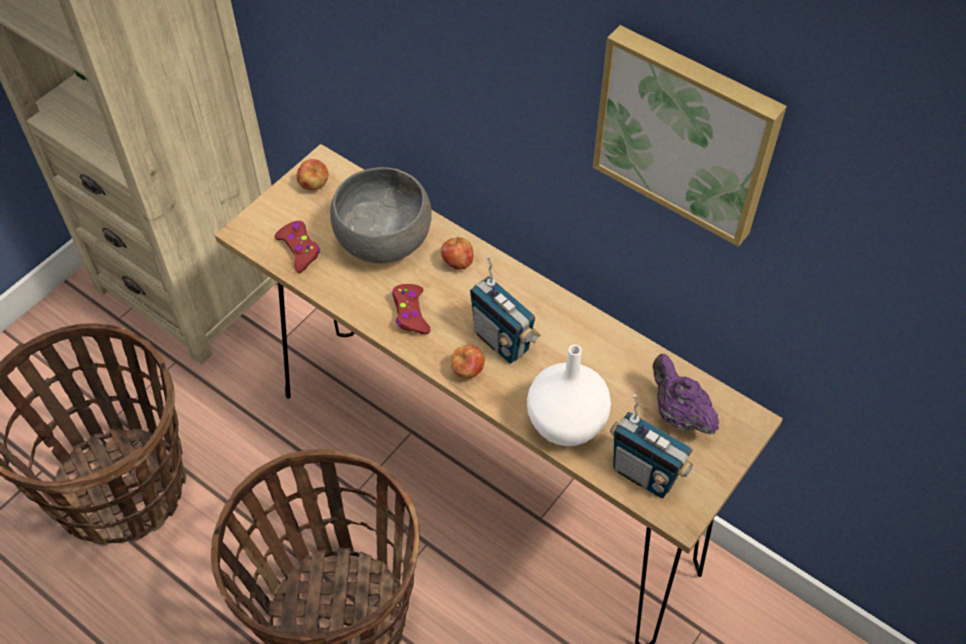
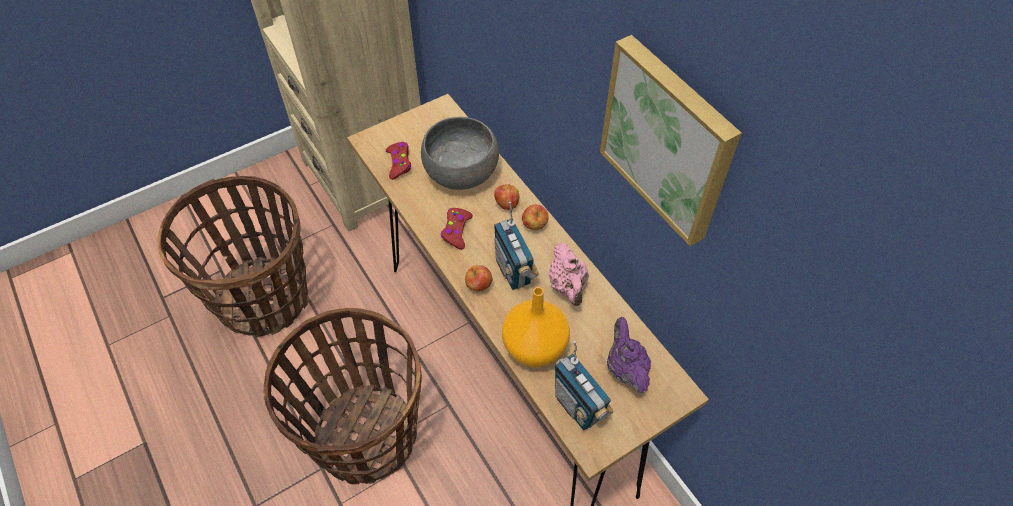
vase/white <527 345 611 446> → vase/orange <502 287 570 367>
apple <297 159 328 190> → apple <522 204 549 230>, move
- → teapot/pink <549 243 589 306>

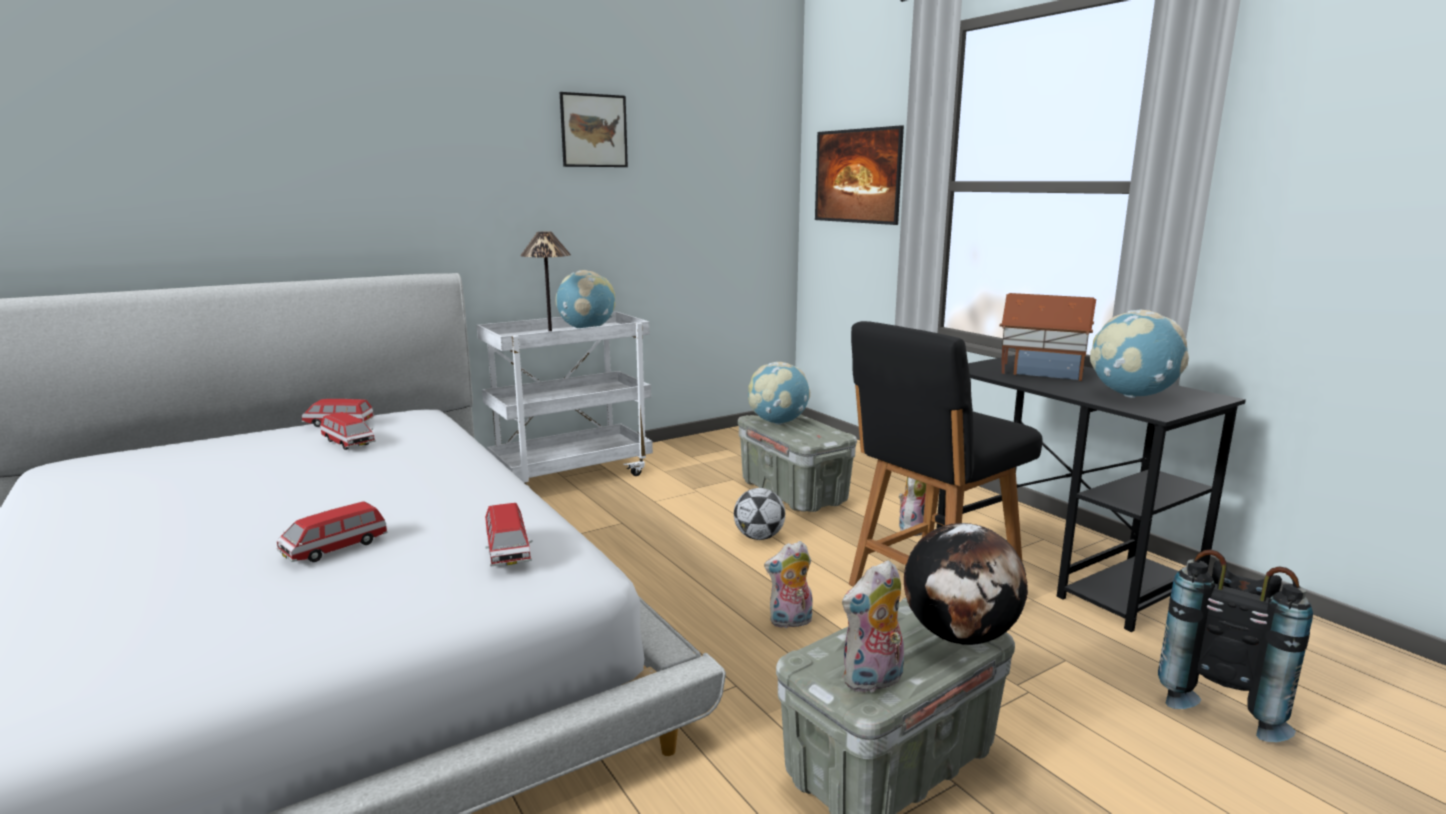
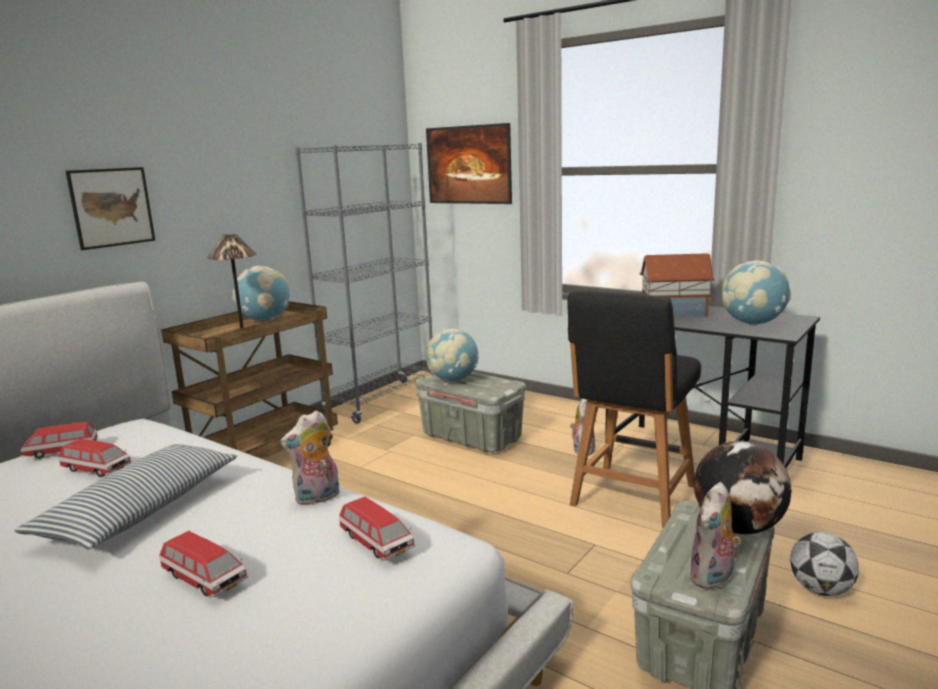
- → pillow <15 444 238 550>
picture <560 92 628 167> → picture <66 167 155 250>, move
toy car <277 501 387 562> → toy car <159 531 248 597>, 75 degrees counterclockwise
cart/white <477 312 653 488> → cart/brown <161 301 338 458>
plush toy <764 541 813 629> → plush toy <280 410 340 505>, move
- → bookcase/grey <295 143 434 424>
football <734 488 785 540> → football <790 532 859 596>, move
backpack/black <1158 549 1313 742> → -

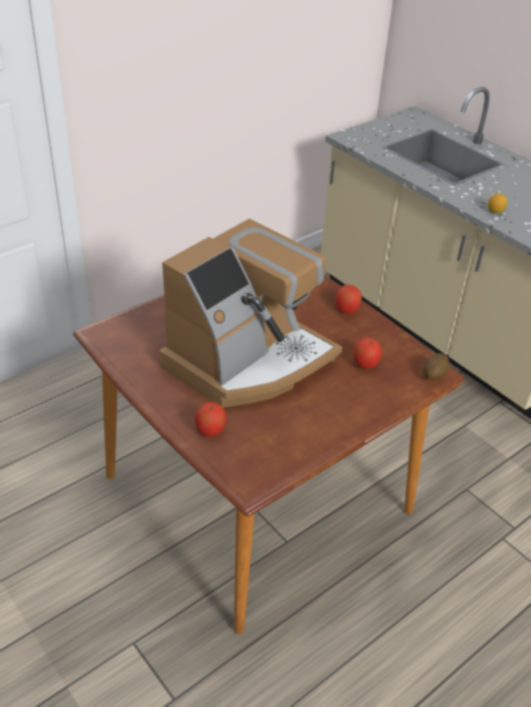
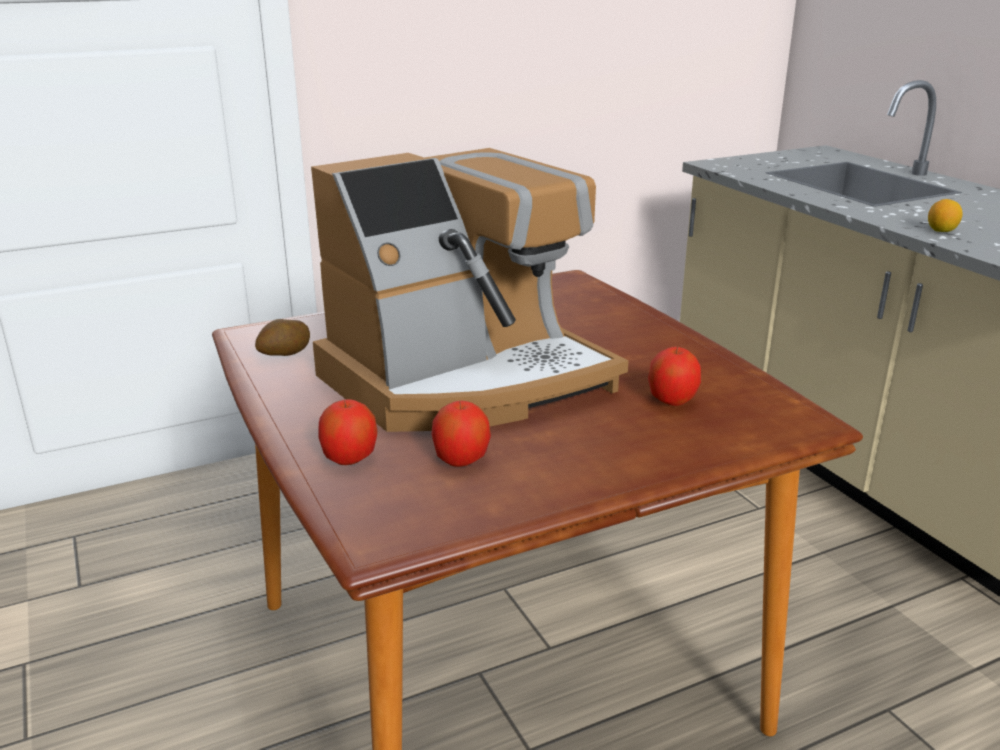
potato <423 353 449 380> → potato <255 319 310 356>, move
apple <335 285 362 314> → apple <431 401 491 467>, move

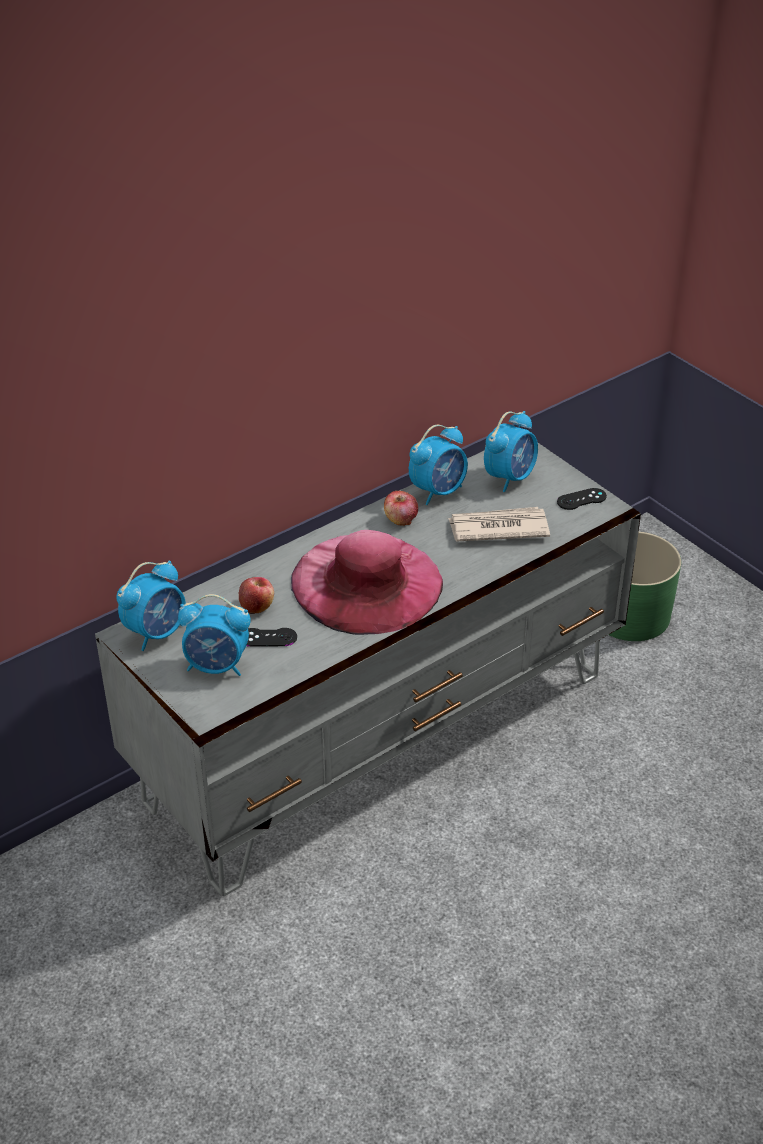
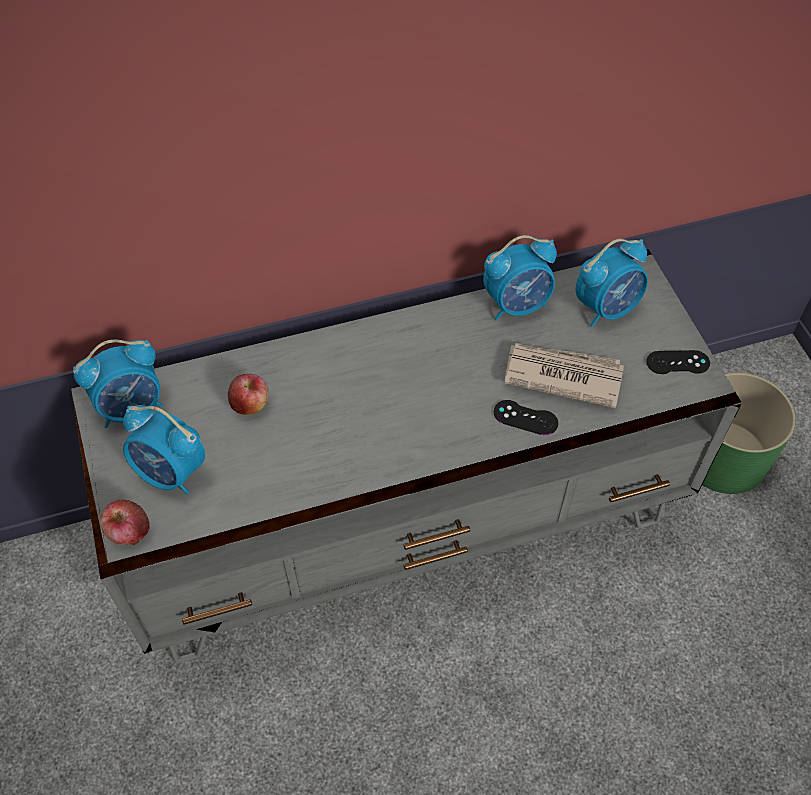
apple <384 491 418 526> → apple <100 499 150 545>, move
game controller/black <246 628 297 647> → game controller/black <494 400 558 435>, move
hat/pink <291 530 443 635> → -

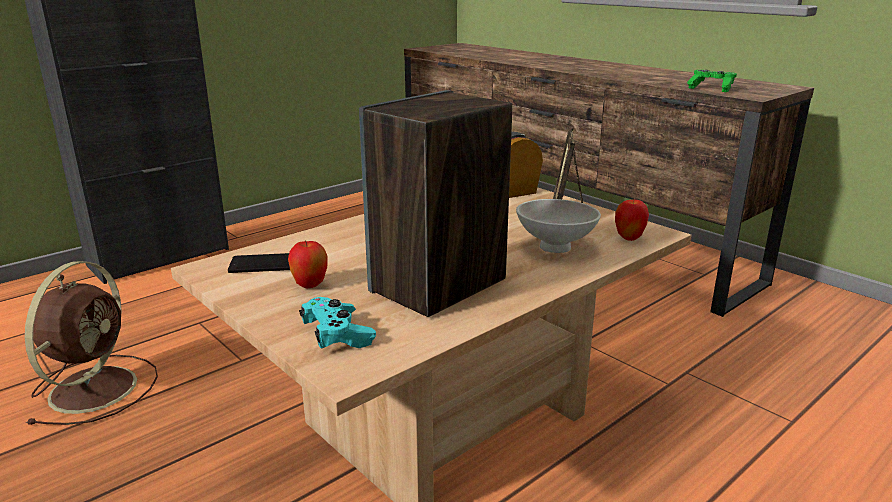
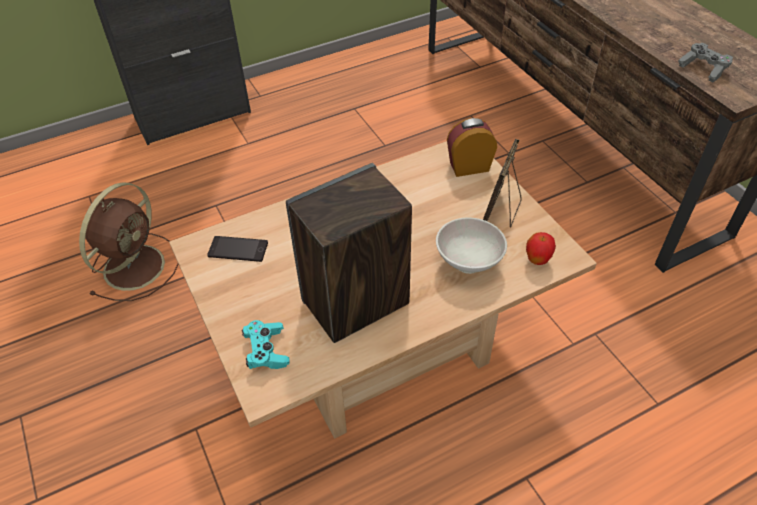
game controller/green <687 70 737 92> → game controller/grey <678 43 733 83>
apple <288 240 328 288> → -

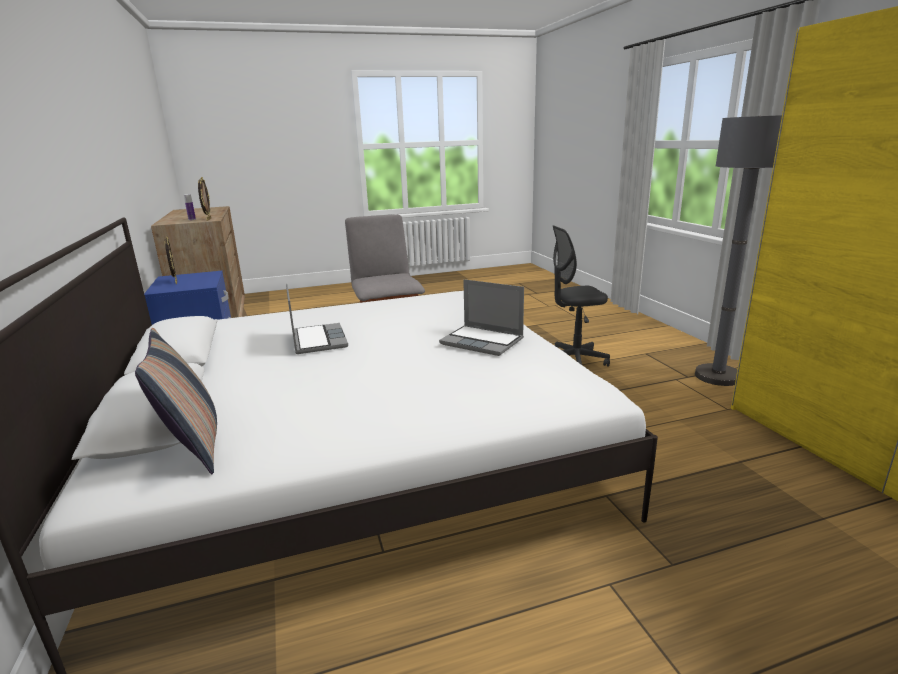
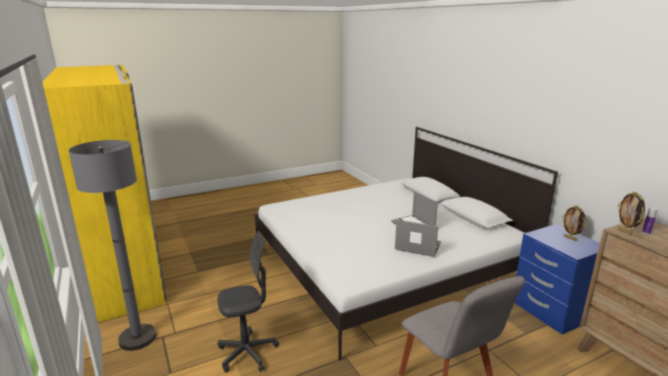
laptop <439 279 524 356> → laptop <395 220 441 257>, move
pillow <135 328 217 474> → -

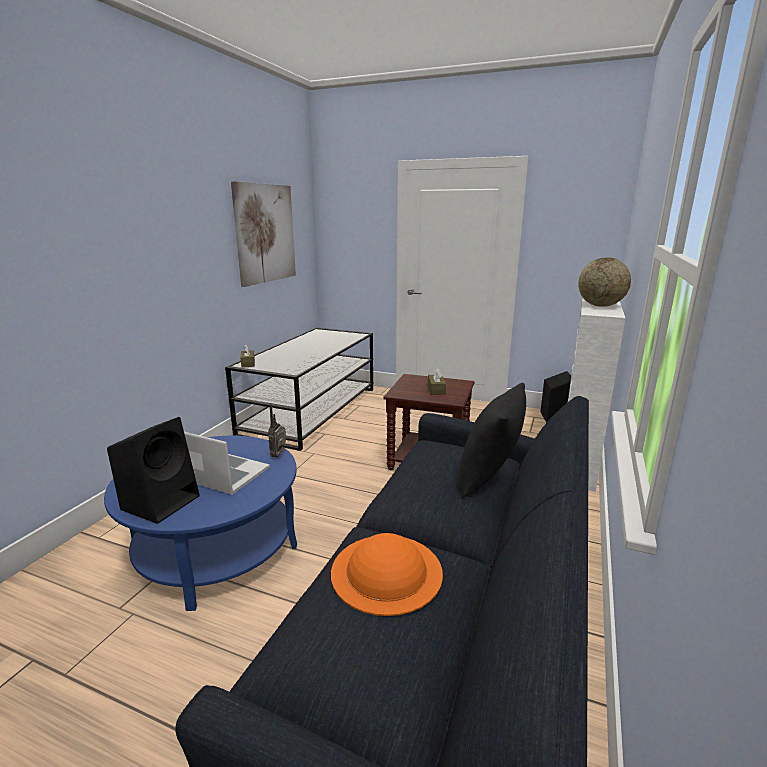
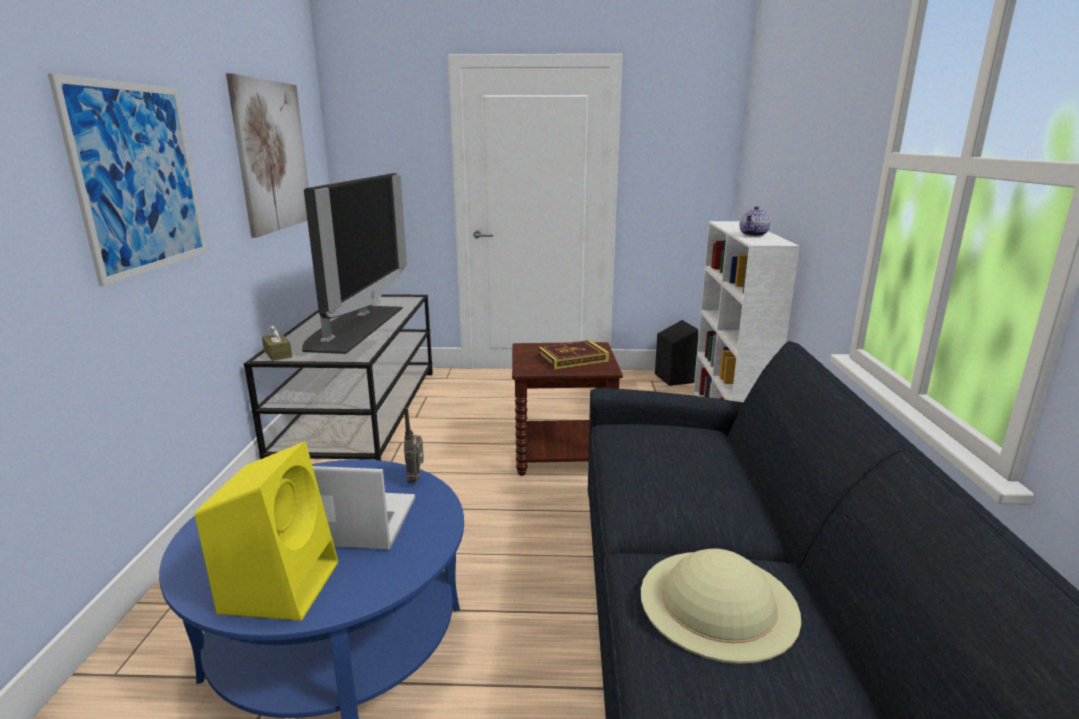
- → picture <48 73 207 286>
speaker/black <107 417 200 524> → speaker/yellow <195 442 338 621>
- → television <302 173 407 354>
tissue box/brown <428 368 446 395> → book <538 340 609 370>
hat/orange <331 533 443 616> → hat/beige <641 549 801 664>
globe <578 257 631 307> → teapot <740 206 770 236>
pillow/black <460 383 526 498> → -

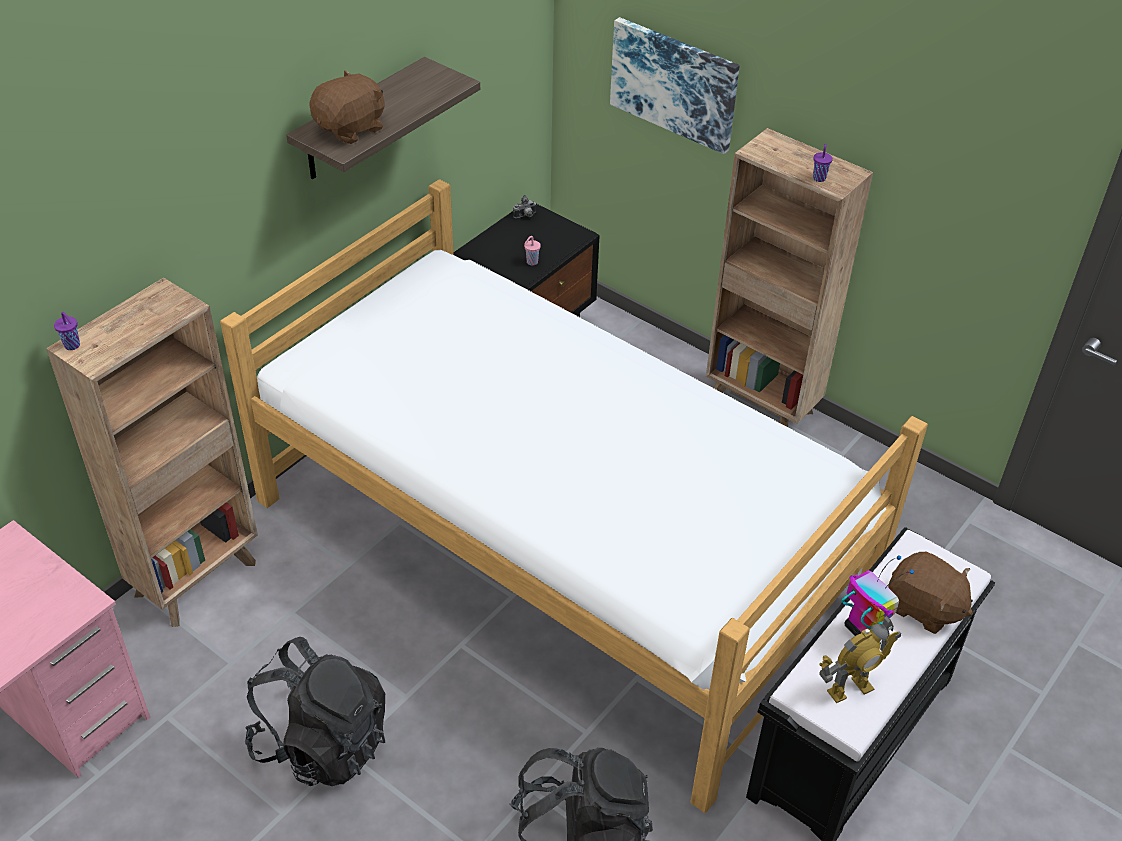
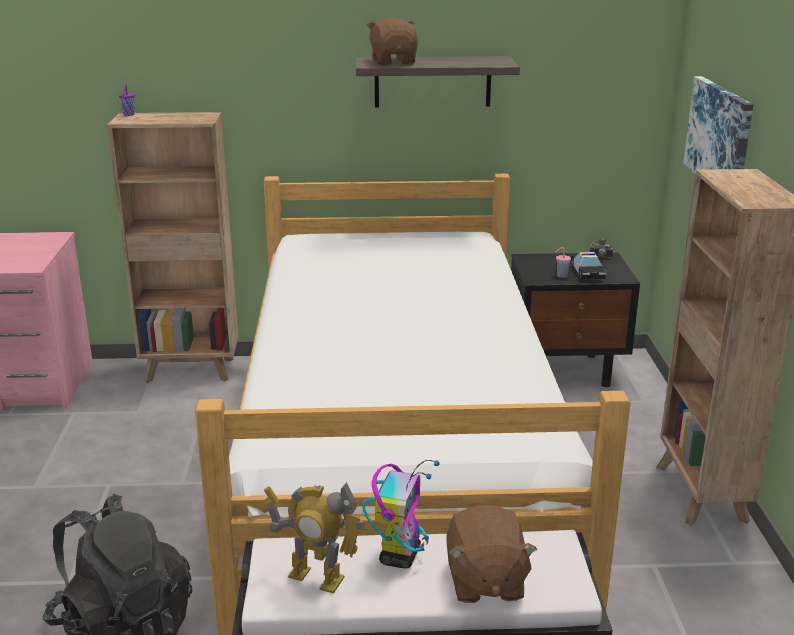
plush toy/brown <309 70 385 144> → plush toy/brown <367 18 418 65>, 105 degrees counterclockwise
- → toy car <571 252 606 280>
backpack/black <245 637 385 786> → -
cup/purple <813 144 833 182> → -

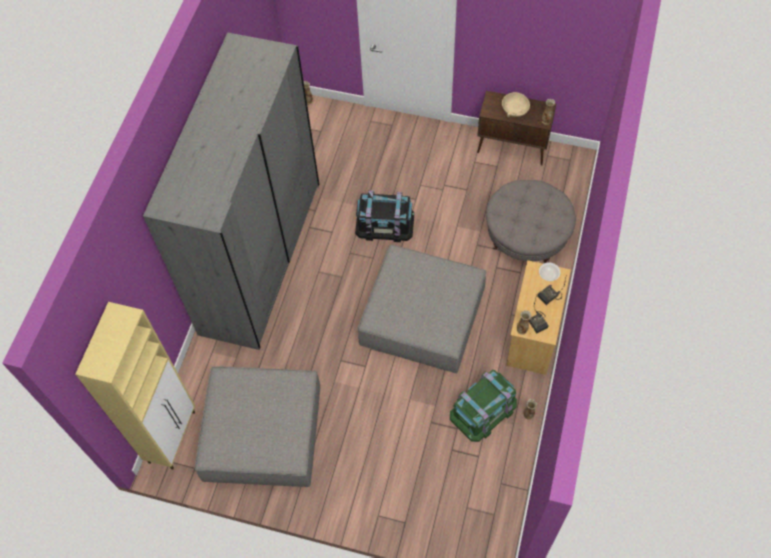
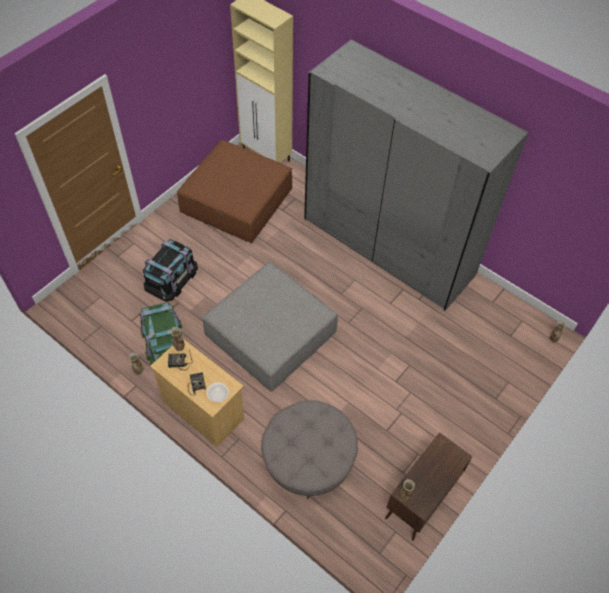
storage box/black <355 190 414 242> → storage box/black <143 239 198 302>, move
ottoman/grey <195 366 320 487> → ottoman/brown <177 140 292 243>
bowl/beige <502 92 530 117> → -

